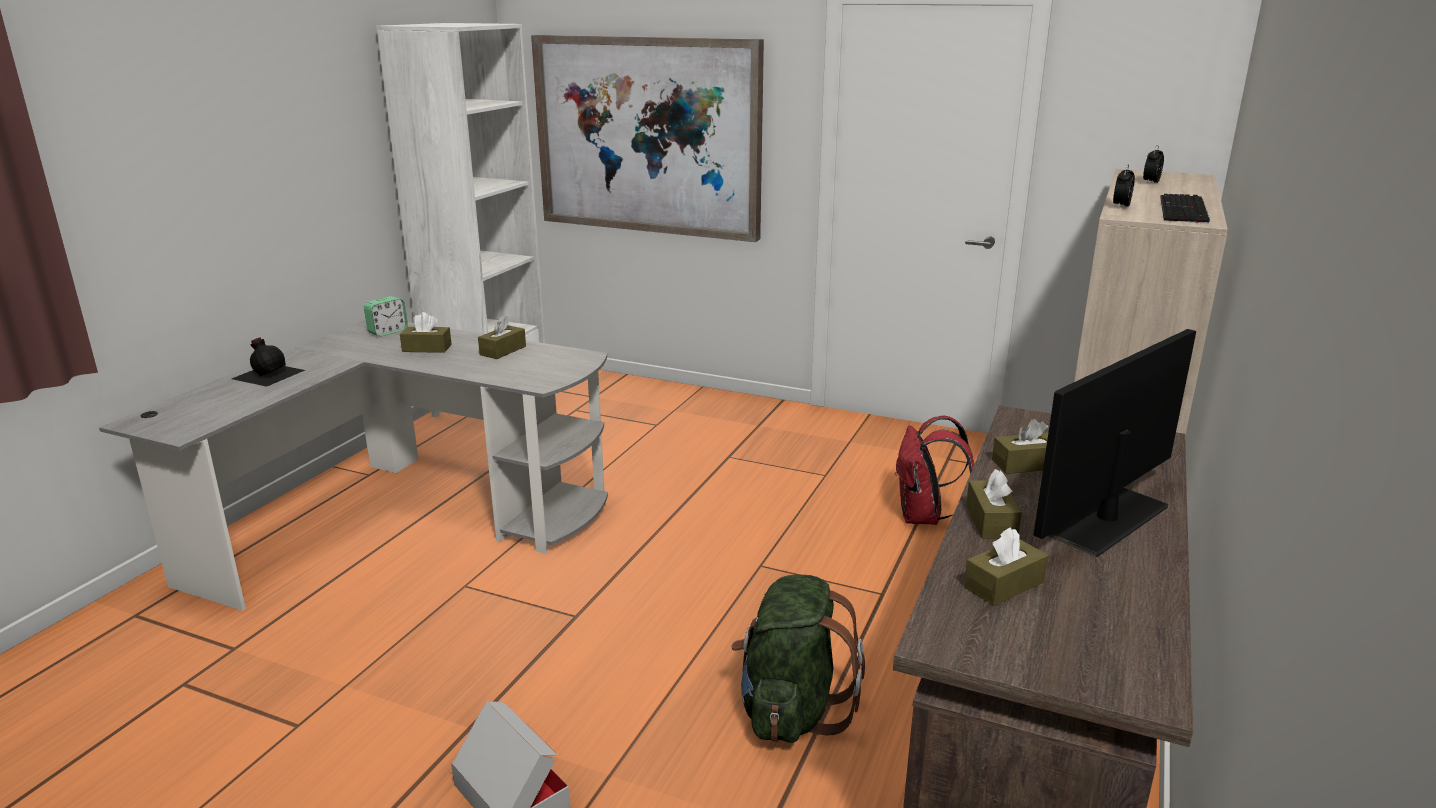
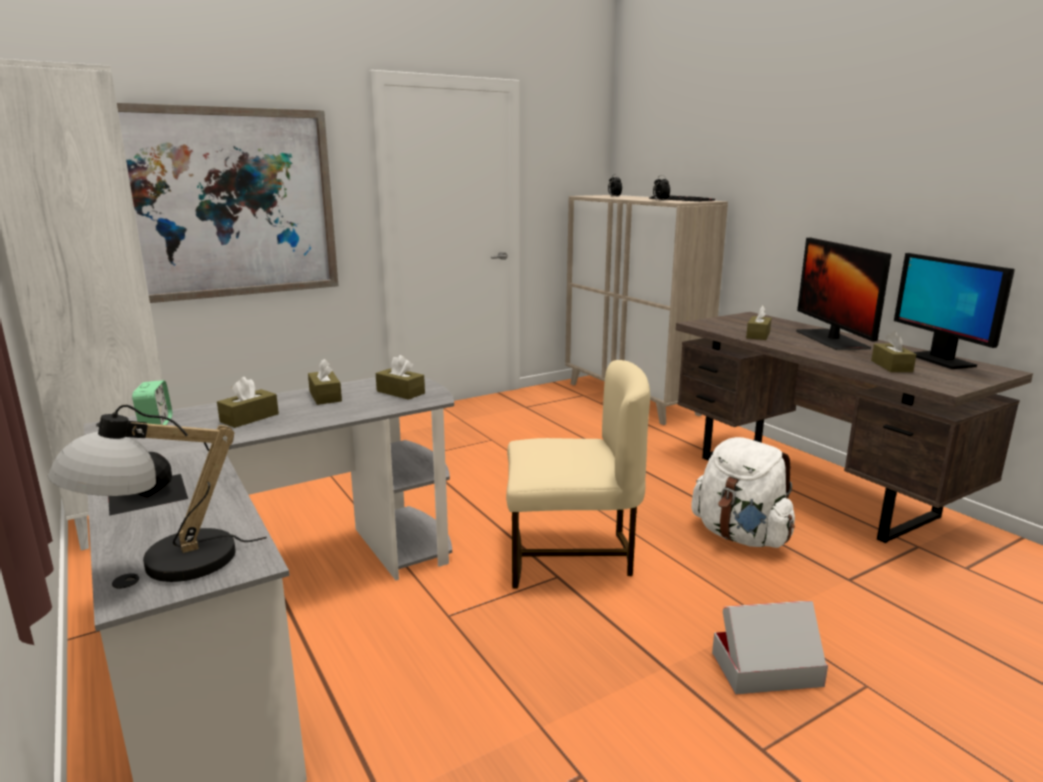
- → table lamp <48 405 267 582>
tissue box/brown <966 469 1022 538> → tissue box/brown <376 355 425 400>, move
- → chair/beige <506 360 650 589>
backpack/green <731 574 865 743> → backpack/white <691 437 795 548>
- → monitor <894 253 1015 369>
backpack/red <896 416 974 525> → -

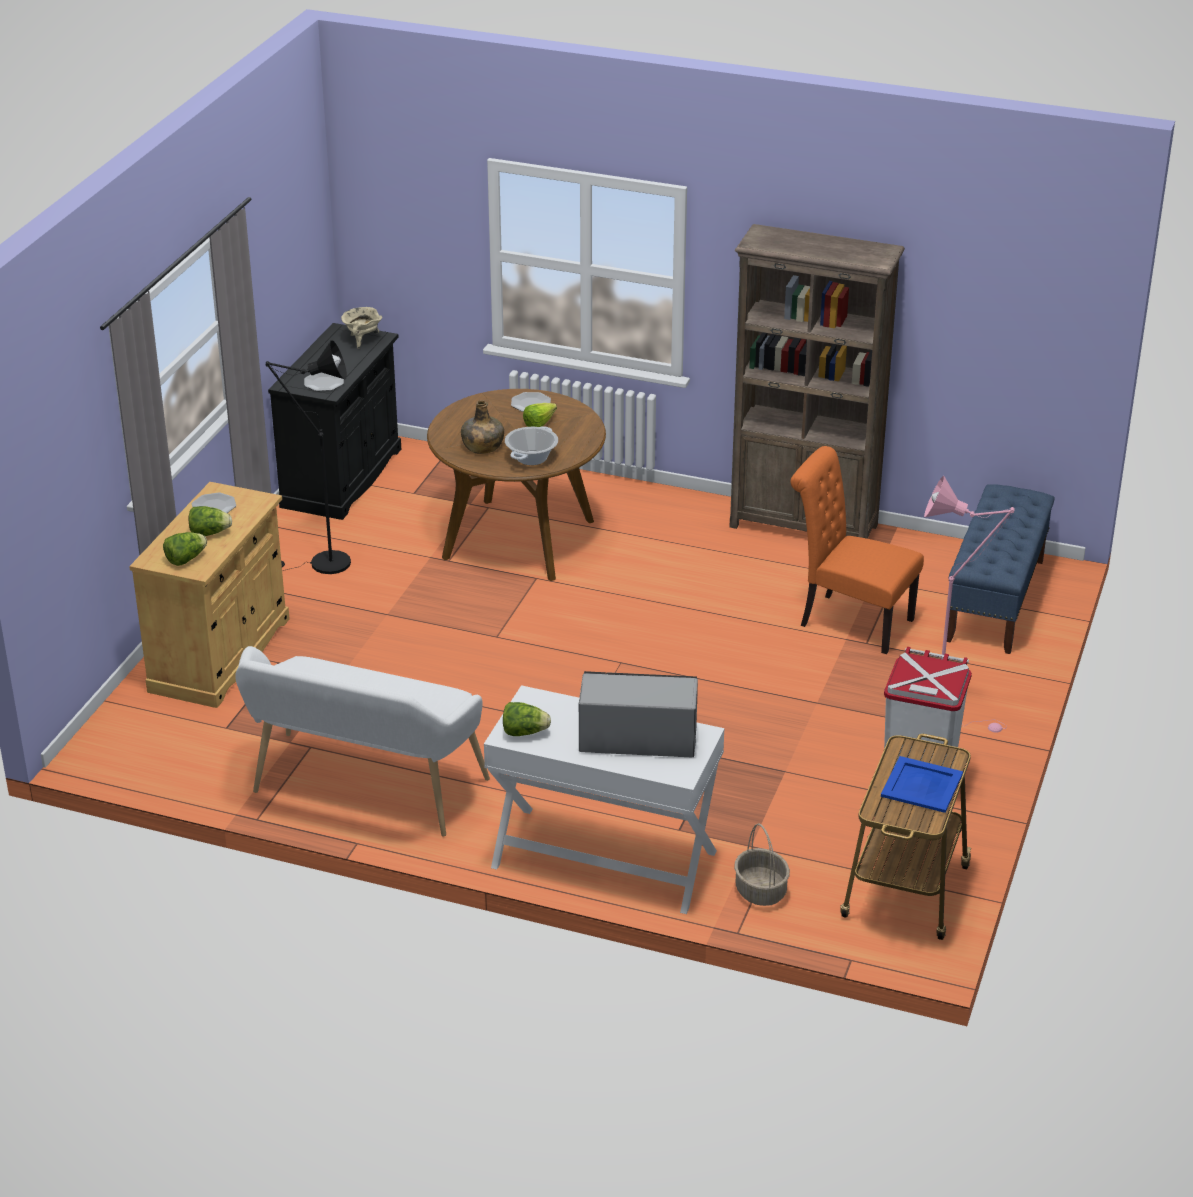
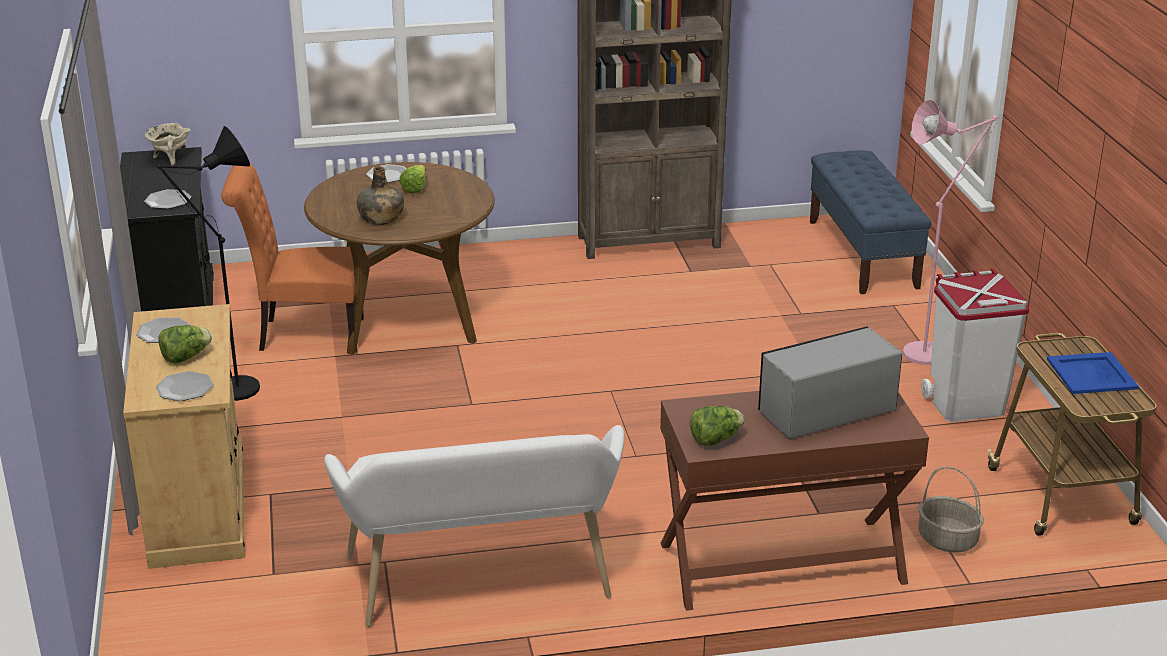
lettuce <163 532 207 566> → plate <156 371 214 401>
chair/orange <791 446 924 654> → chair/orange <221 164 364 351>, move
console table/white <484 685 725 914> → console table/brown <660 391 929 611>
cooking pot <505 426 558 465> → -

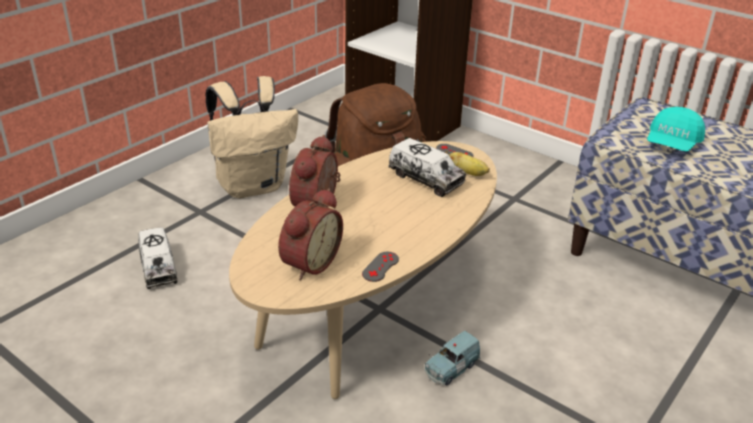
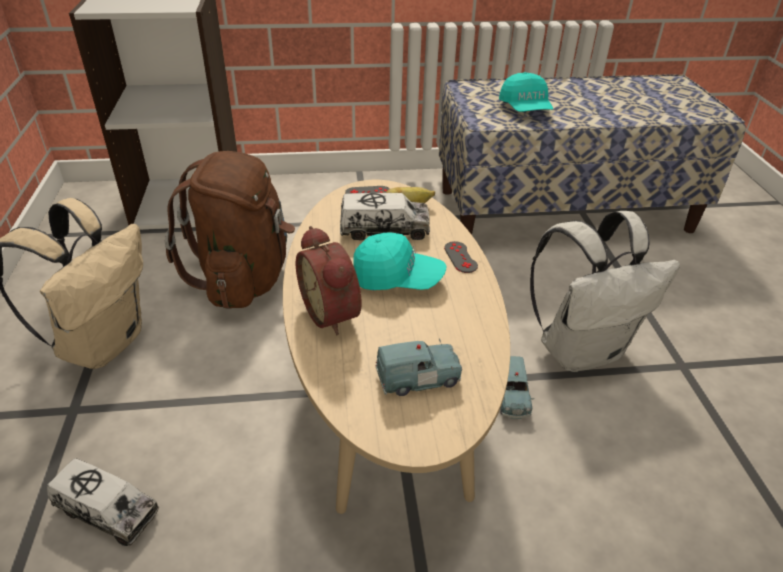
- → cap/turquoise <353 232 446 290>
alarm clock <278 188 343 280> → toy car/blue <376 338 462 396>
game controller/grey <362 252 399 282> → game controller/grey <444 241 478 273>, move
- → backpack/white <530 211 680 372>

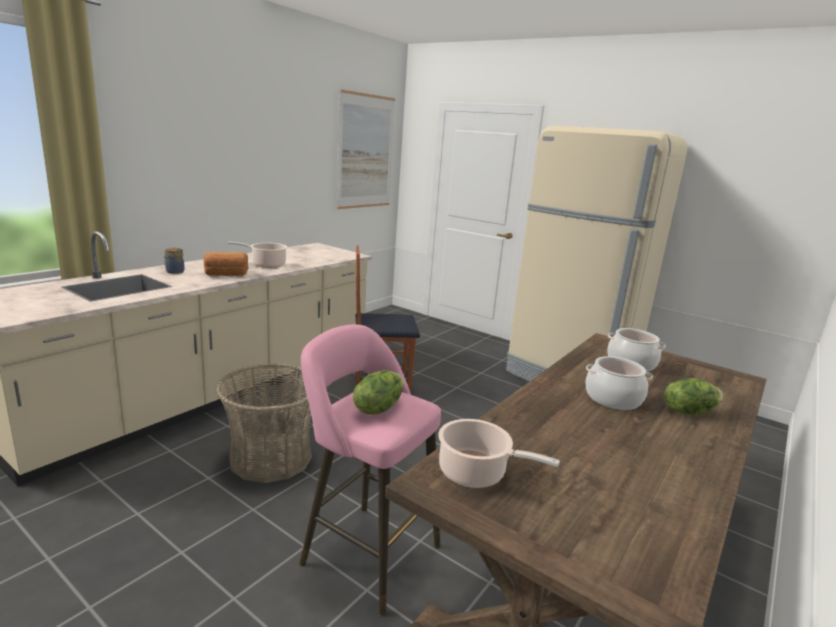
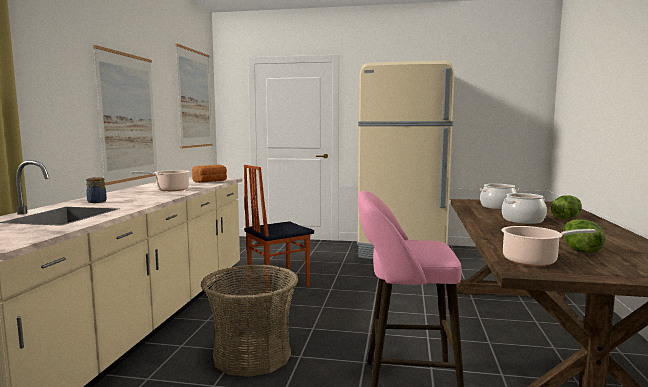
- → picture <93 45 157 186>
bread <204 252 248 276> → bread <192 165 227 183>, move
lettuce <353 370 404 415> → lettuce <563 219 605 253>, move

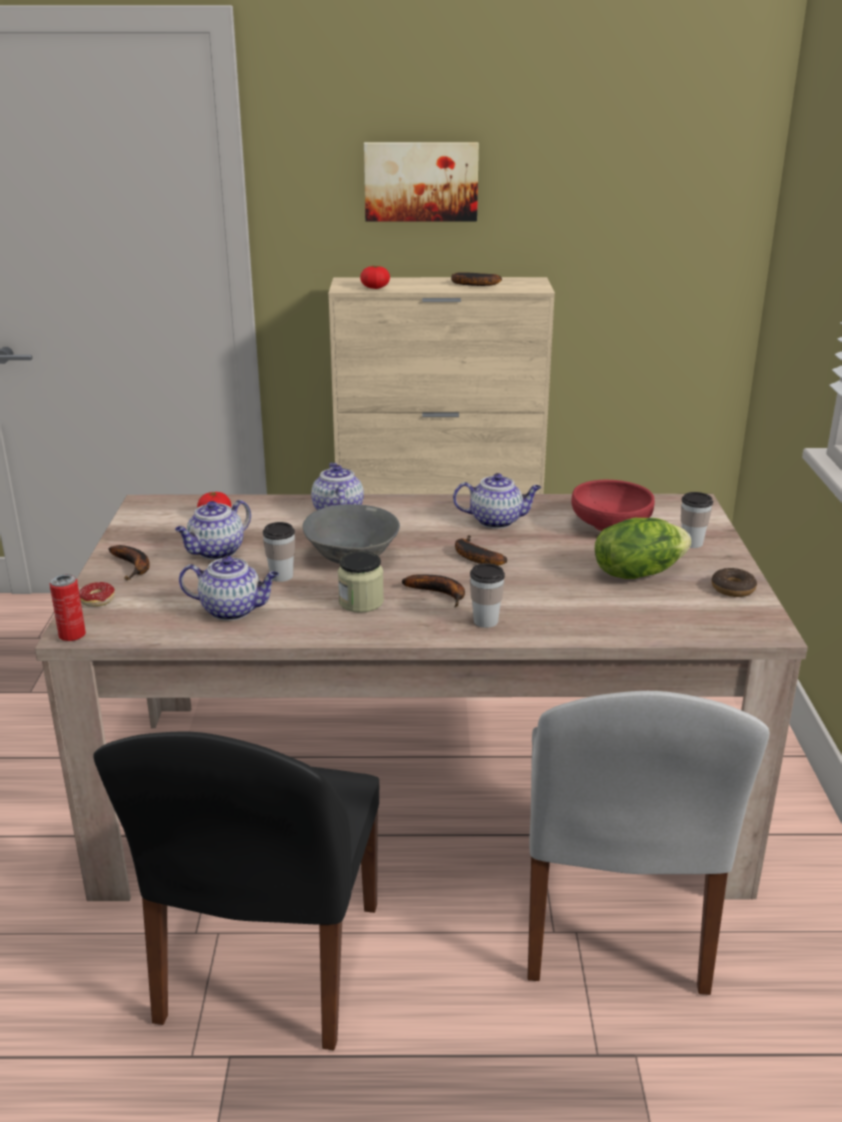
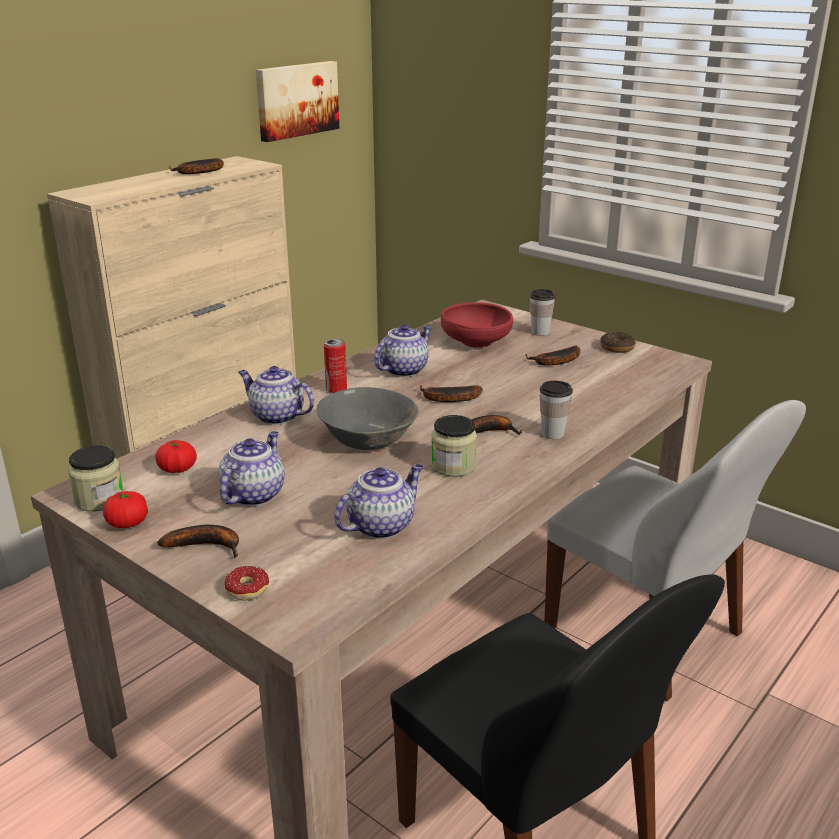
- → jar <68 445 124 512>
tomato <360 266 390 289> → tomato <103 491 148 528>, move
teapot <175 500 251 560> → teapot <218 431 285 506>, 150 degrees counterclockwise
picture <364 142 479 221> → picture <256 61 339 142>, move
can <50 574 86 641> → can <324 339 347 393>, move
lettuce <595 518 691 579> → banana <526 346 580 366>
cup <263 522 295 582> → -

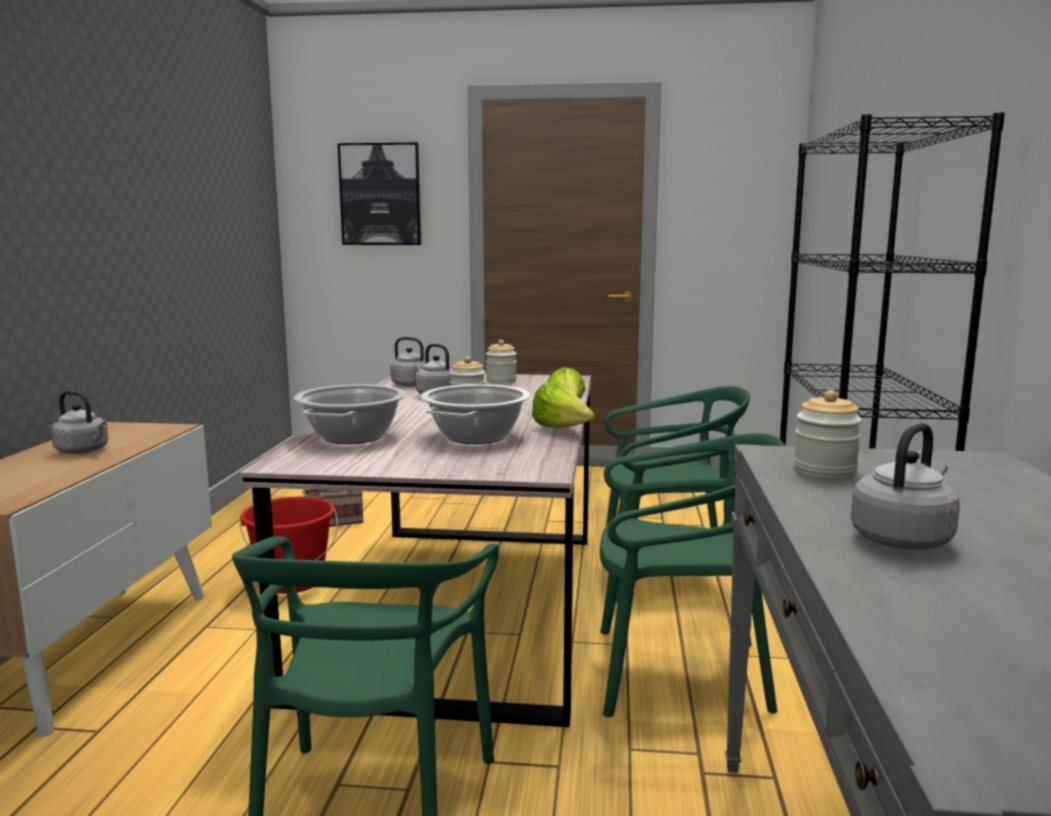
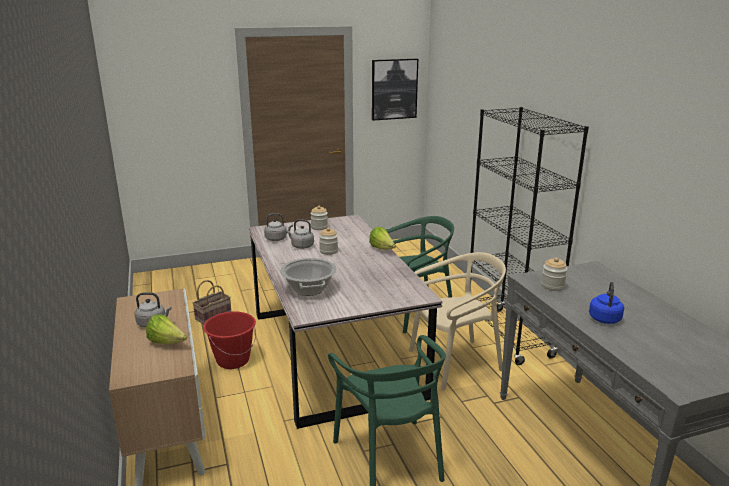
lettuce <532 382 595 428> → lettuce <146 314 187 344>, move
picture <338 143 421 245> → picture <372 59 418 121>, move
chair/green <600 433 785 717> → chair/beige <409 252 506 391>
kettle/grey <851 423 960 550> → kettle/blue <589 282 624 324>
cooking pot <421 384 531 444> → -

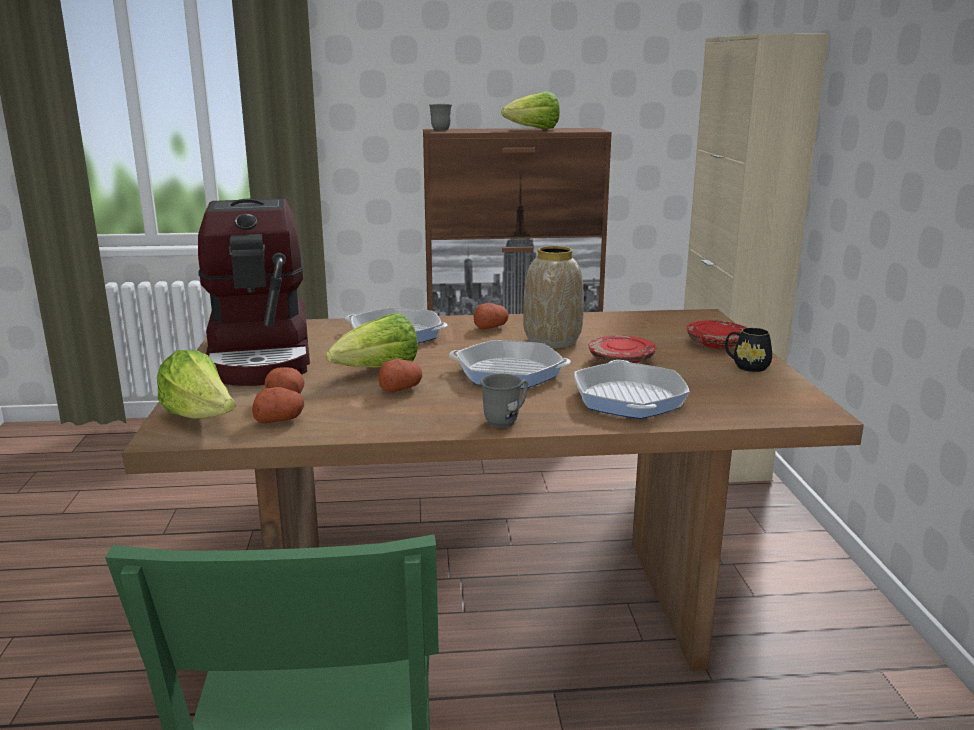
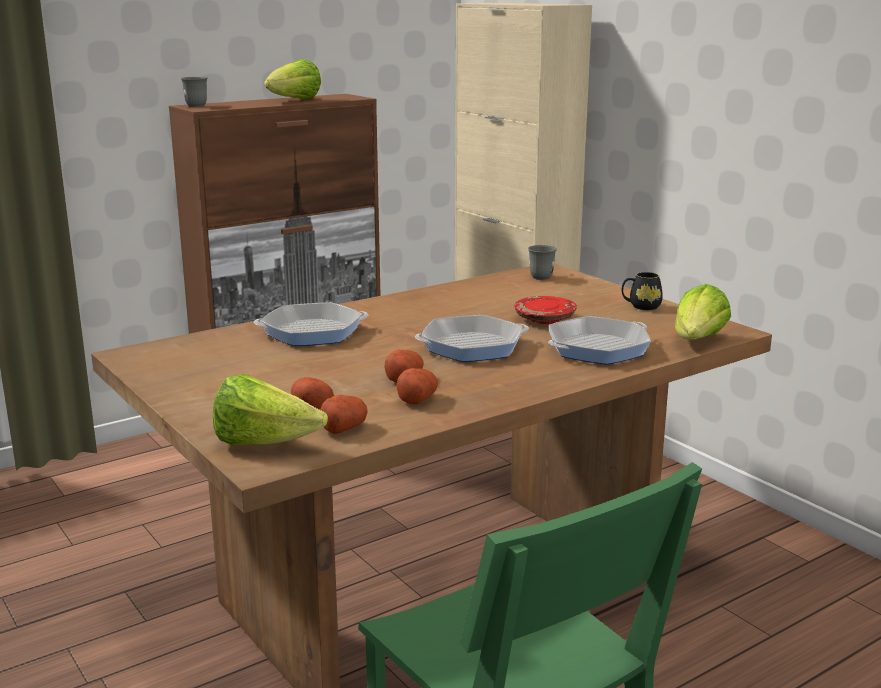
potato <474 303 509 330> → potato <396 368 438 405>, move
mug/grey <480 374 528 428> → mug/grey <528 245 557 280>, move
frying pan <574 360 690 419> → frying pan <548 316 651 365>, 90 degrees clockwise
lettuce <326 313 418 368> → lettuce <675 284 731 340>, move
coffee machine <198 198 310 386> → -
vase <523 246 584 348> → -
plate/red <687 320 747 349> → -

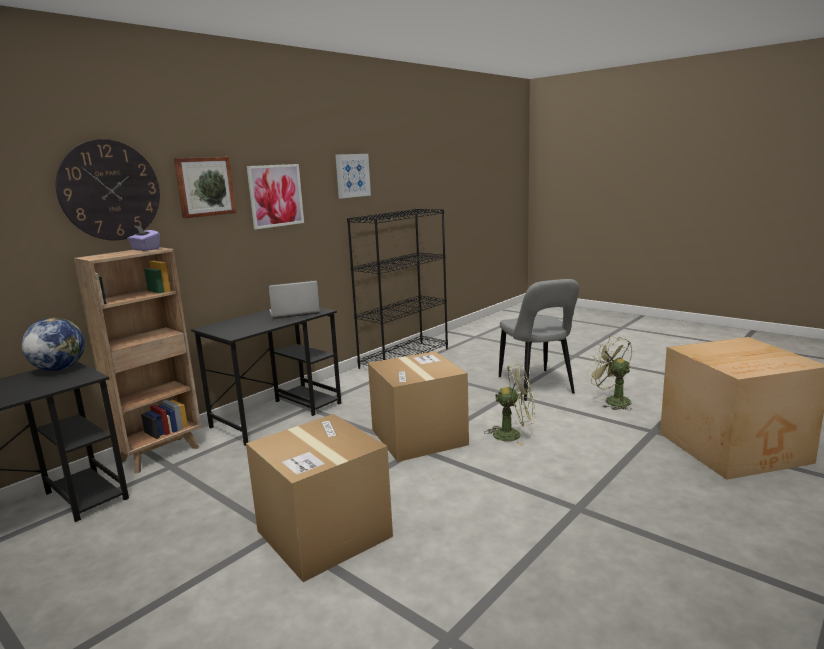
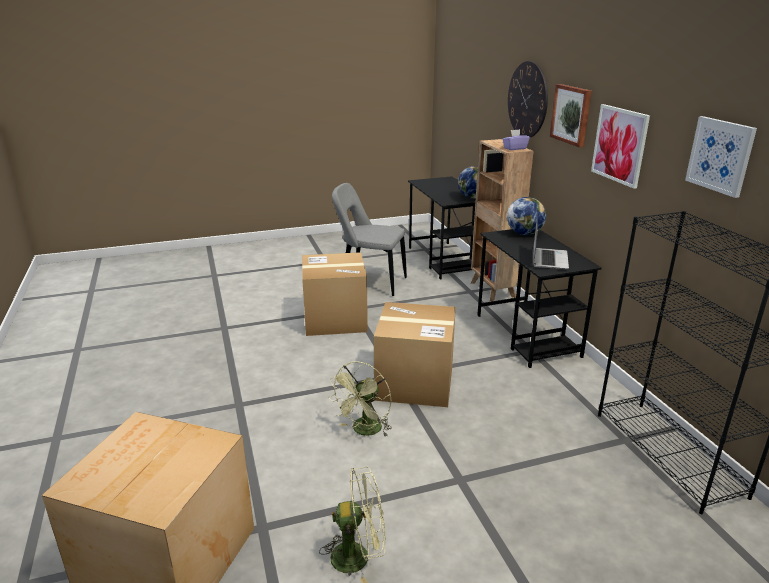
chair/grey <499 279 579 401> → chair/grey <332 183 407 296>, move
- → globe <507 197 546 235>

